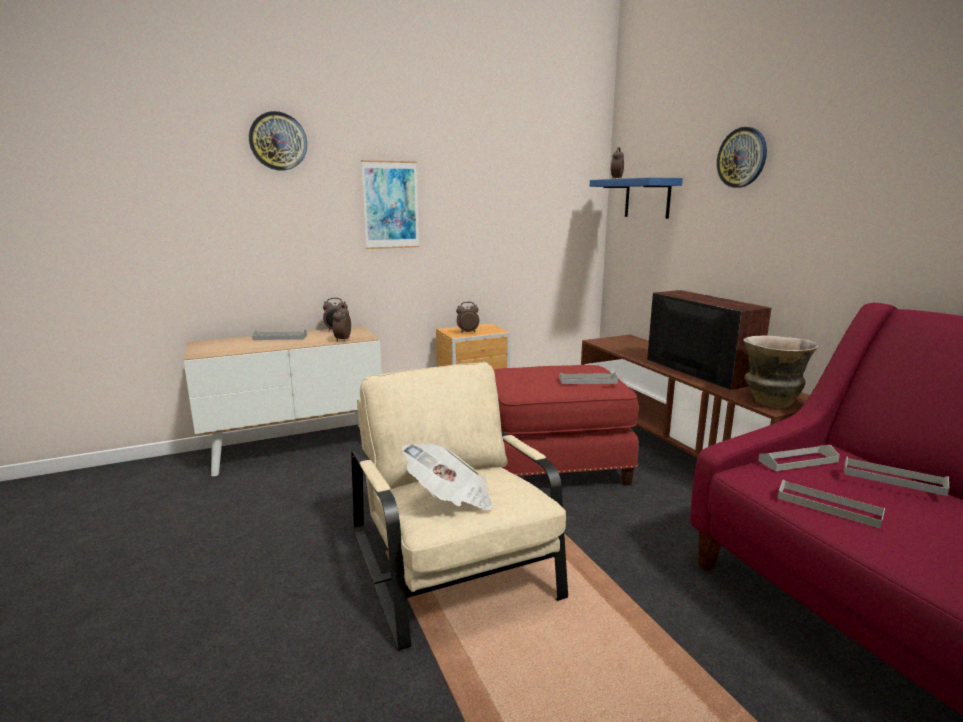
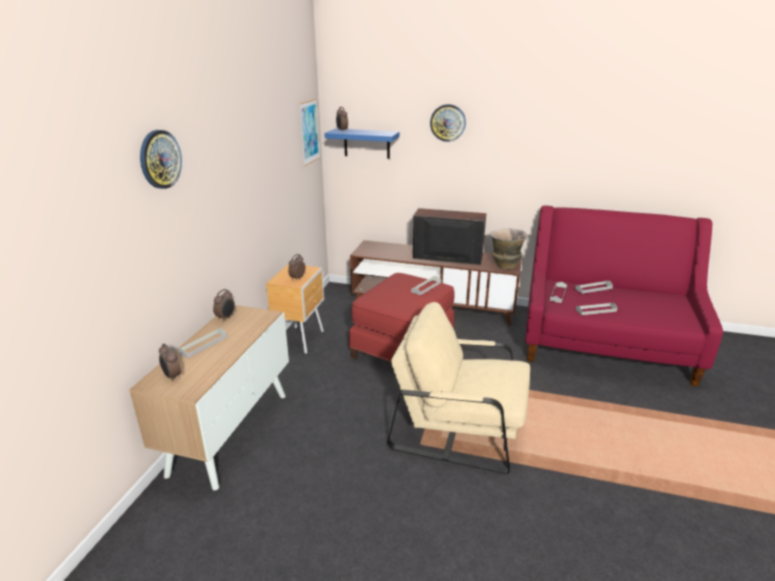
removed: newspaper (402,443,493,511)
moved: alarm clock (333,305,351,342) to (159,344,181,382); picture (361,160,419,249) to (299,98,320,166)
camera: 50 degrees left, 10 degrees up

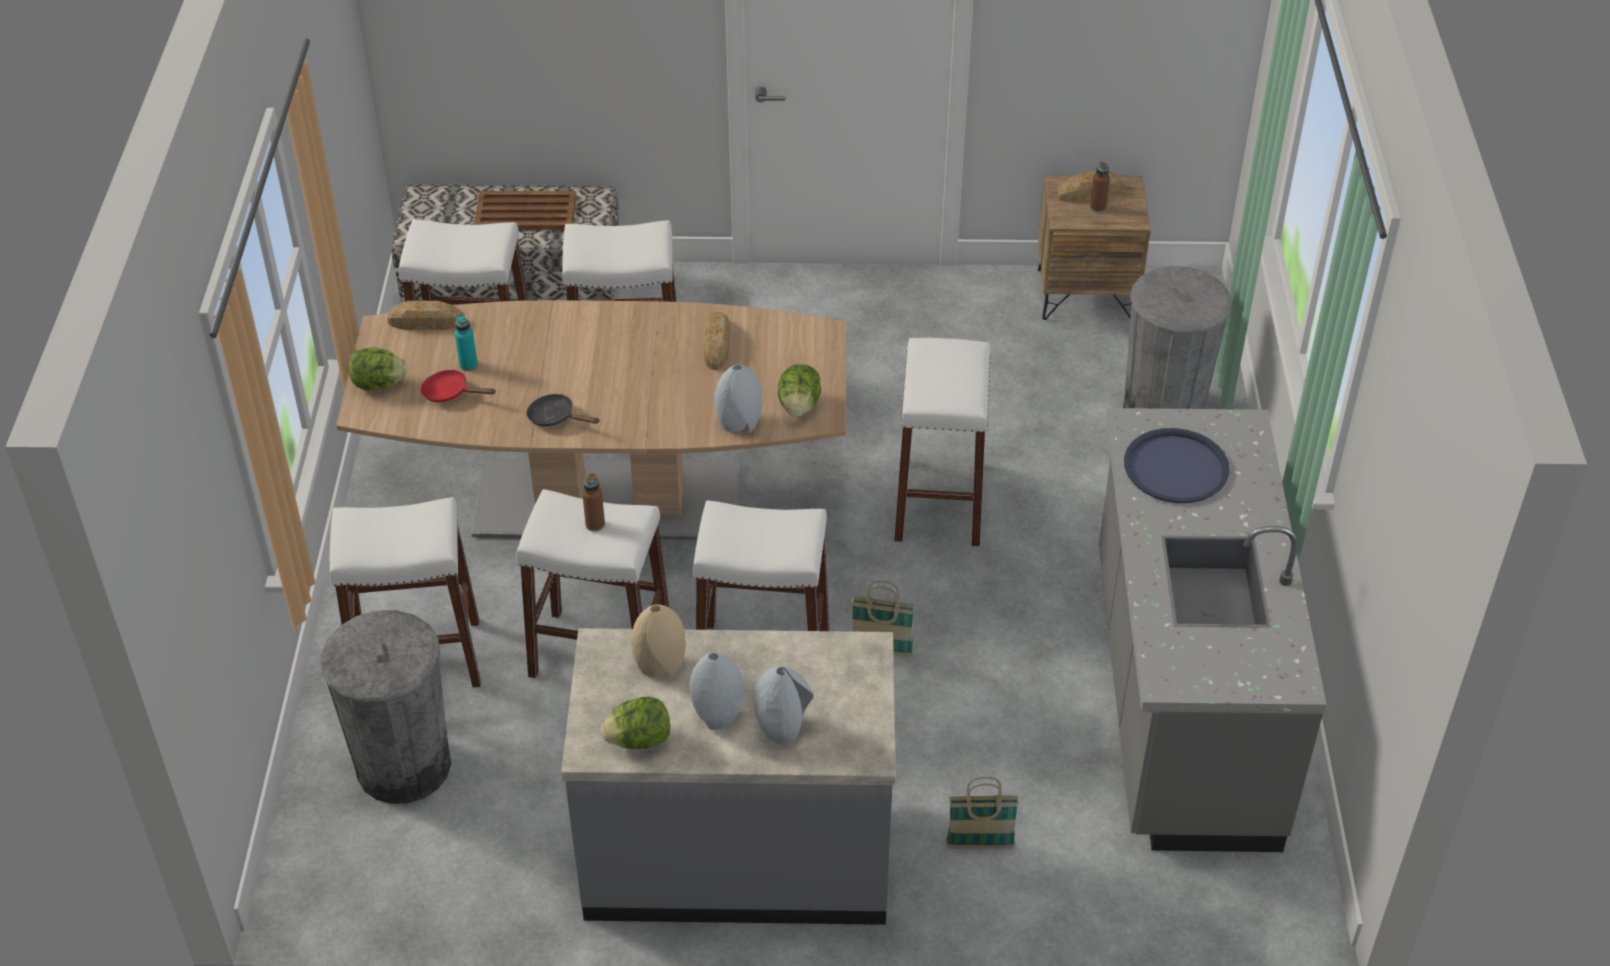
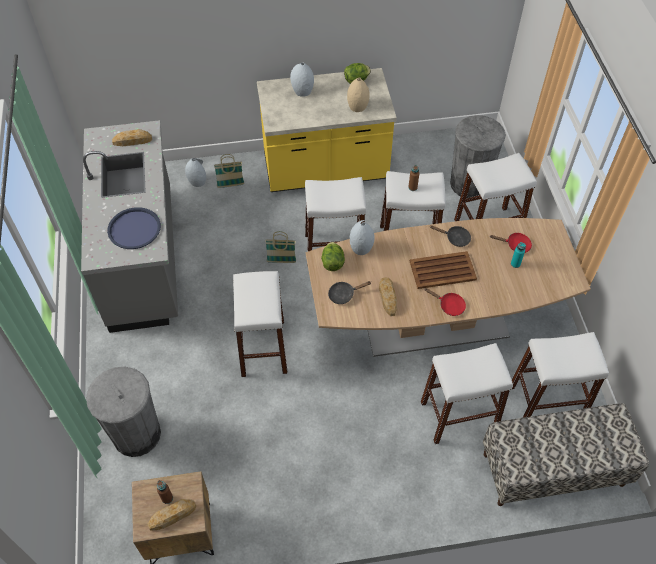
removed: lettuce (349,347,408,390)
added: black frying pan (328,281,372,304); red frying pan (424,288,466,316)
moved: bread (387,301,465,330) to (112,129,152,146); brown tray (474,191,576,230) to (410,251,477,289); grey vase (690,652,744,730) to (185,158,206,187)
recoloured: grey counter (561,628,896,925) to yellow counter (257,68,397,192)
camera: 170 degrees right, 10 degrees up

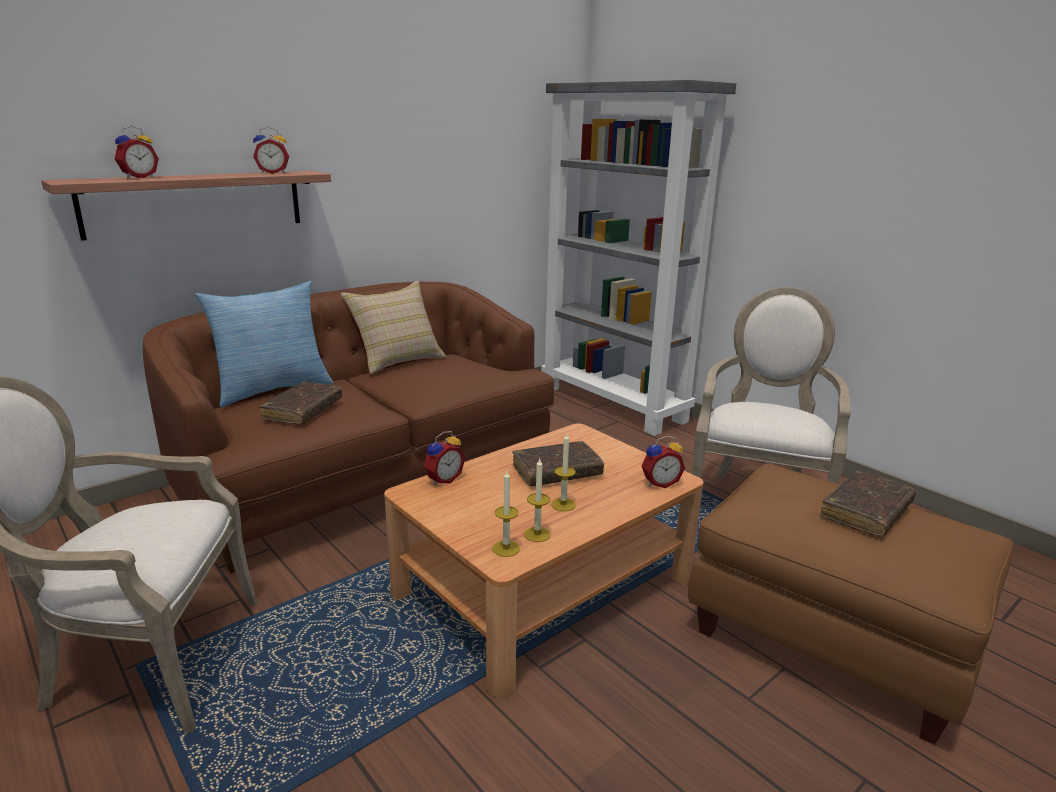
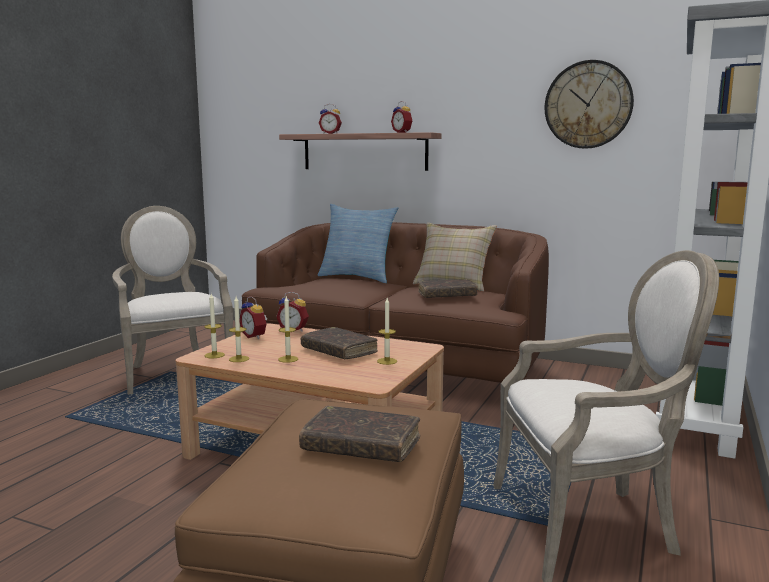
added: candle (377,298,397,365); wall clock (544,60,634,149)
moved: brown book (259,382,342,424) to (418,279,478,298); alarm clock (641,436,685,488) to (239,296,267,339)
camera: 65 degrees right, 10 degrees down

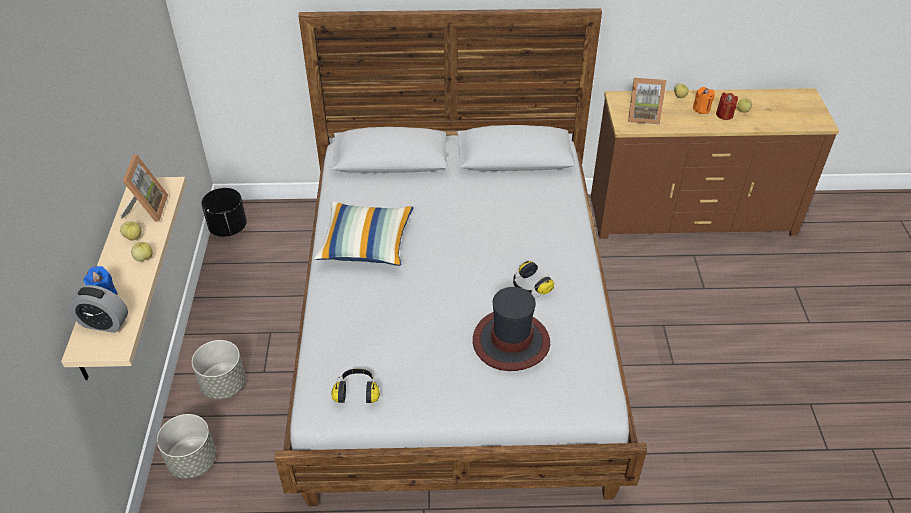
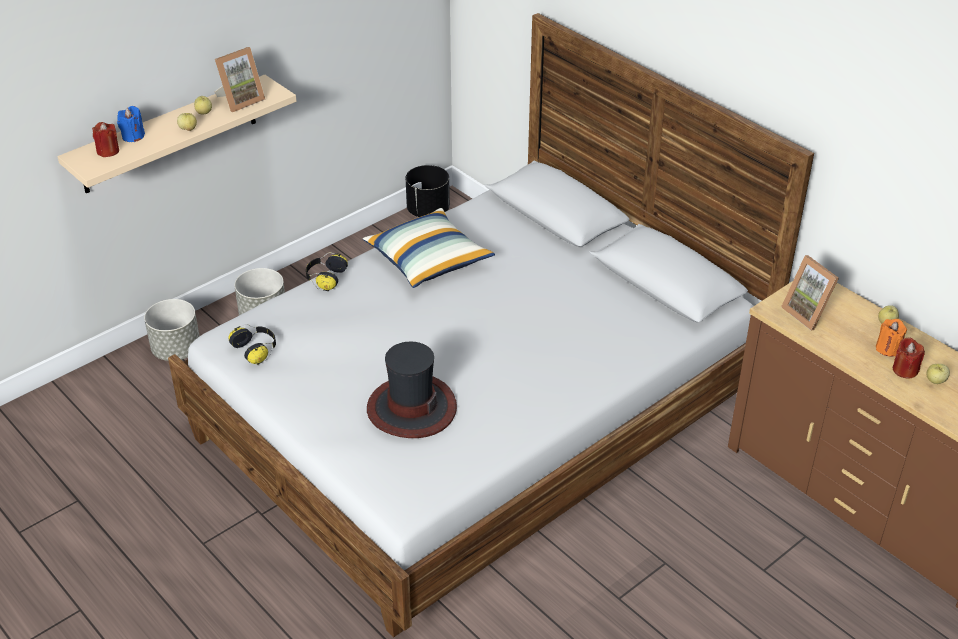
moved: headphones (513,260,554,297) to (306,252,348,291)
replaced: alarm clock (68,285,128,333) to red candle (92,122,119,157)
camera: 50 degrees right, 5 degrees down

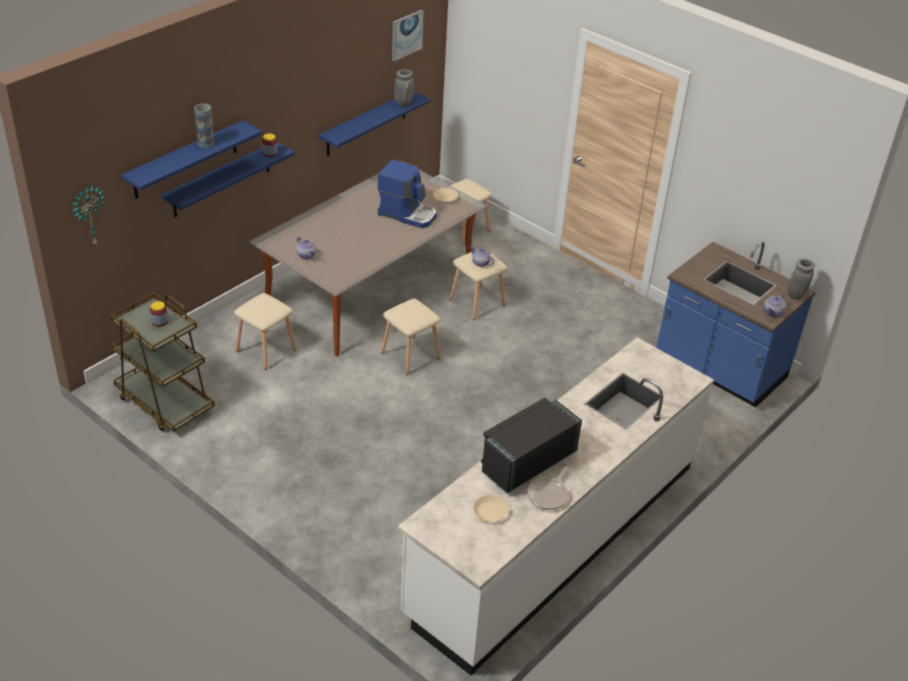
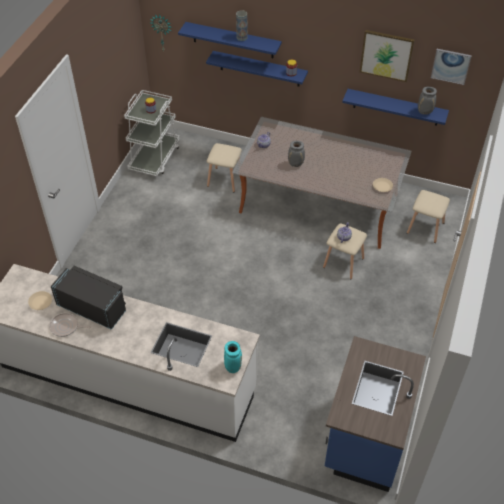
removed: coffee machine (378,159,437,228); beige stool (381,299,441,375); teapot (764,294,785,317)
added: turquoise vase (224,341,242,373); picture (360,30,415,82)
moved: grey vase (788,258,815,299) to (288,141,305,167)
recoloured: brown cart (110,292,215,431) to white cart (124,90,180,176)
camera: 70 degrees right, 10 degrees up

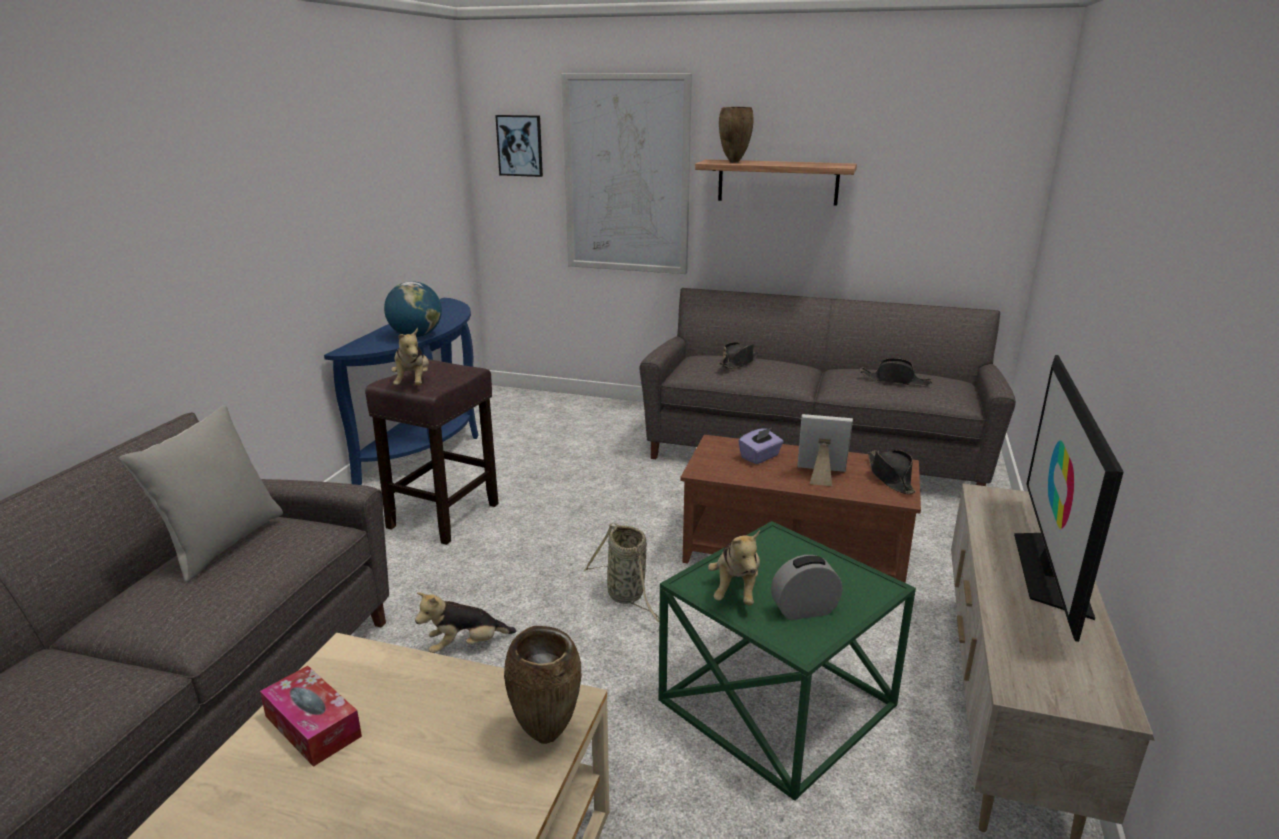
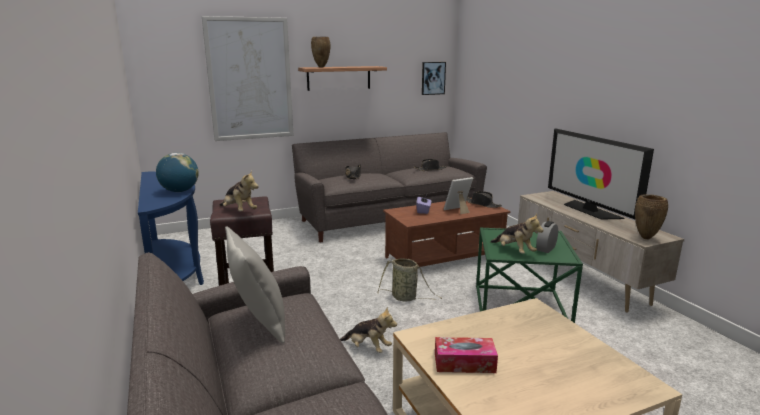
moved: picture (495,115,543,177) to (422,62,446,95); brown vase (504,626,582,744) to (635,194,668,239)
turned: plush toy (415,592,516,653) = (340,307,397,353) 90 degrees counterclockwise
camera: 40 degrees left, 5 degrees down

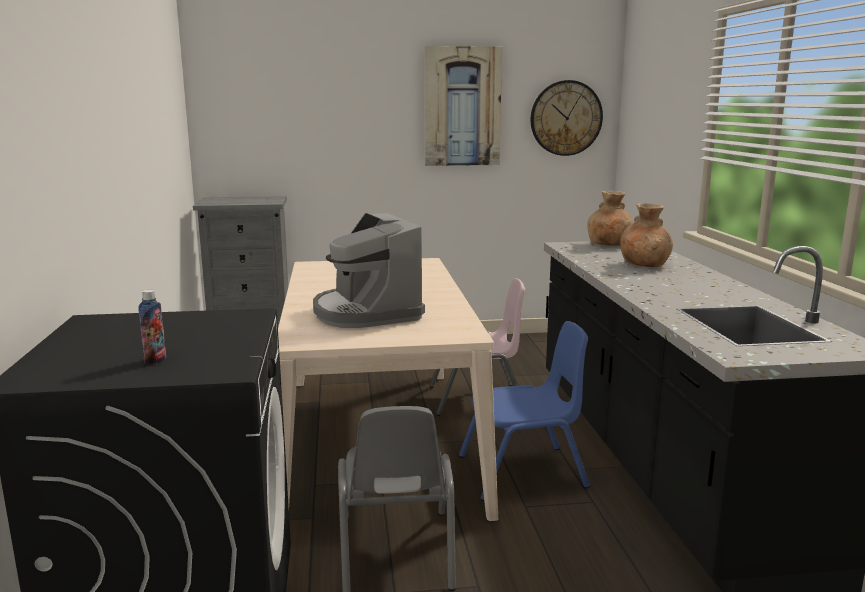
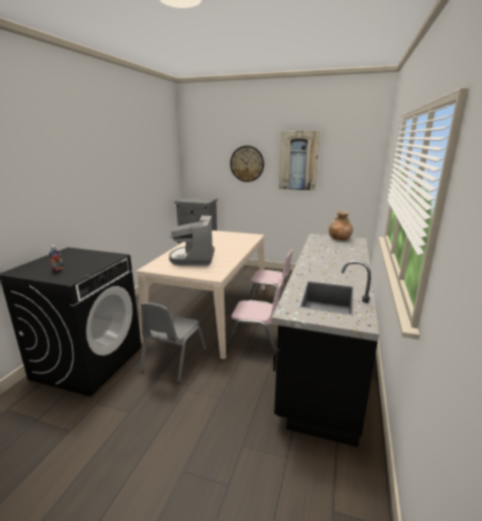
removed: brown vase (620,203,673,267)
moved: wall clock (531,80,603,156) to (230,146,264,182)
recoloured: blue chair (459,321,590,501) to pink chair (226,276,283,356)
camera: 25 degrees right, 5 degrees up

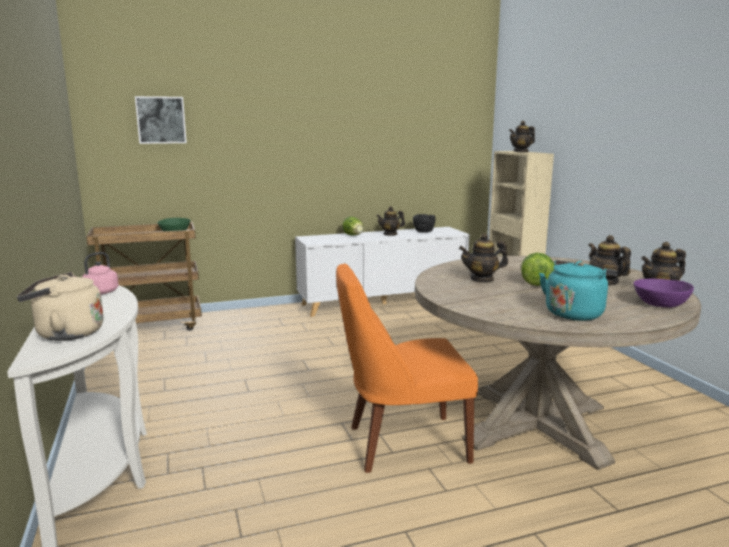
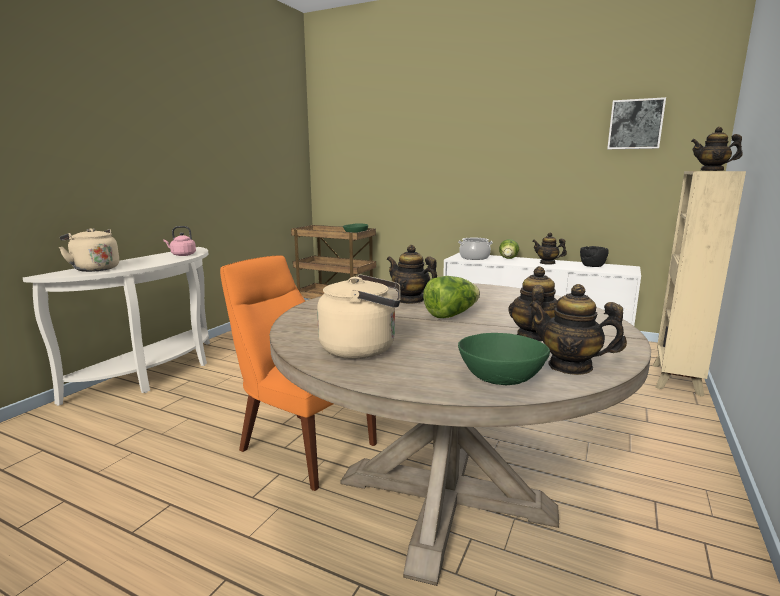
added: cooking pot (458,238,493,260)
moved: picture (135,96,187,144) to (607,97,666,149)
recoloured: turquoise kettle (539,260,618,321) to beige kettle (317,274,401,359); purple bowl (633,279,694,308) to green bowl (458,333,550,385)
camera: 45 degrees right, 0 degrees up

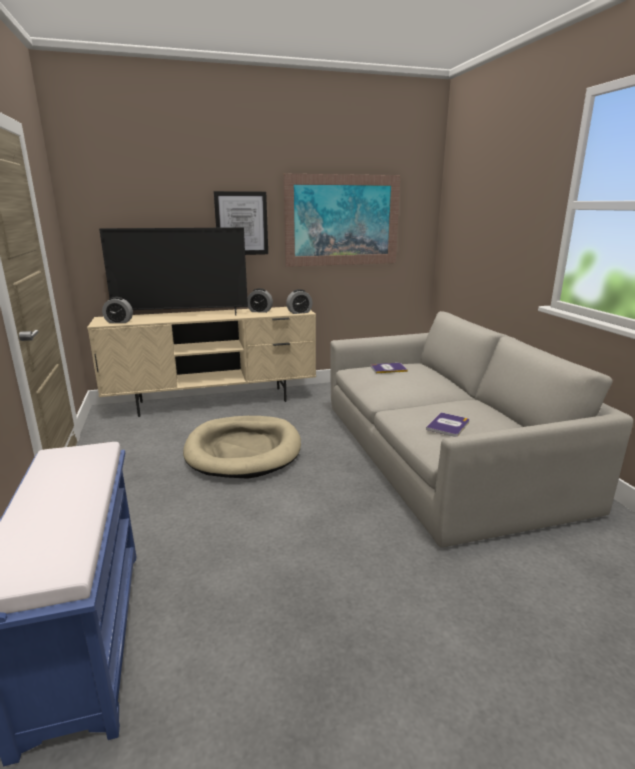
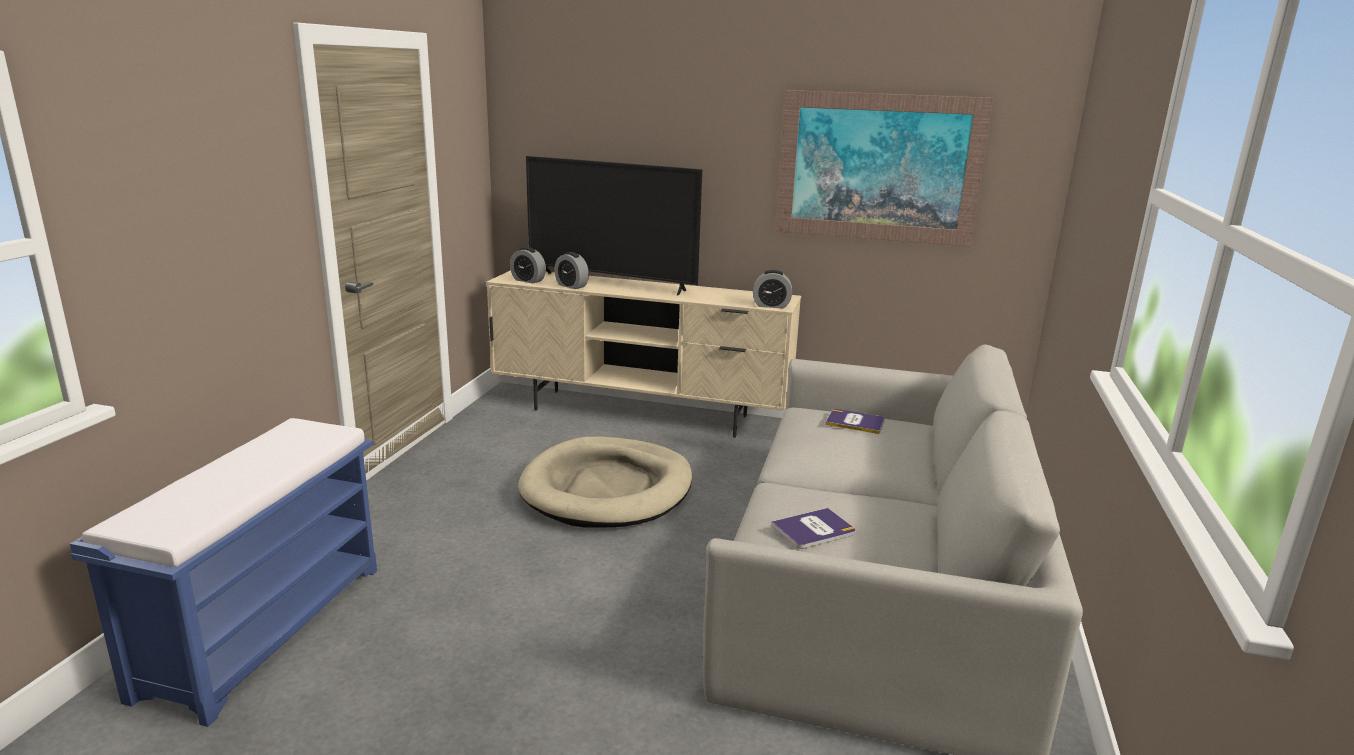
removed: picture (214,191,268,255)
moved: alarm clock (247,288,273,313) to (554,252,589,289)
camera: 30 degrees right, 0 degrees up

